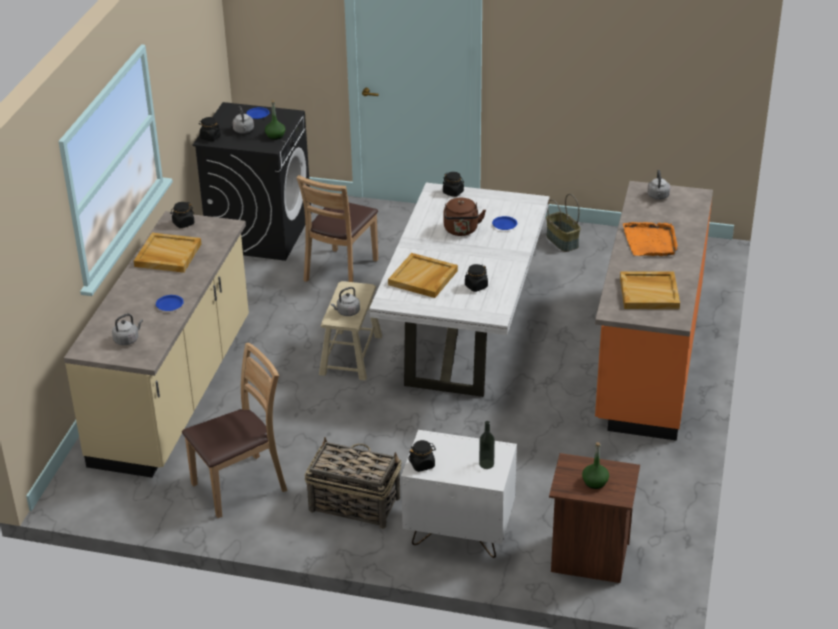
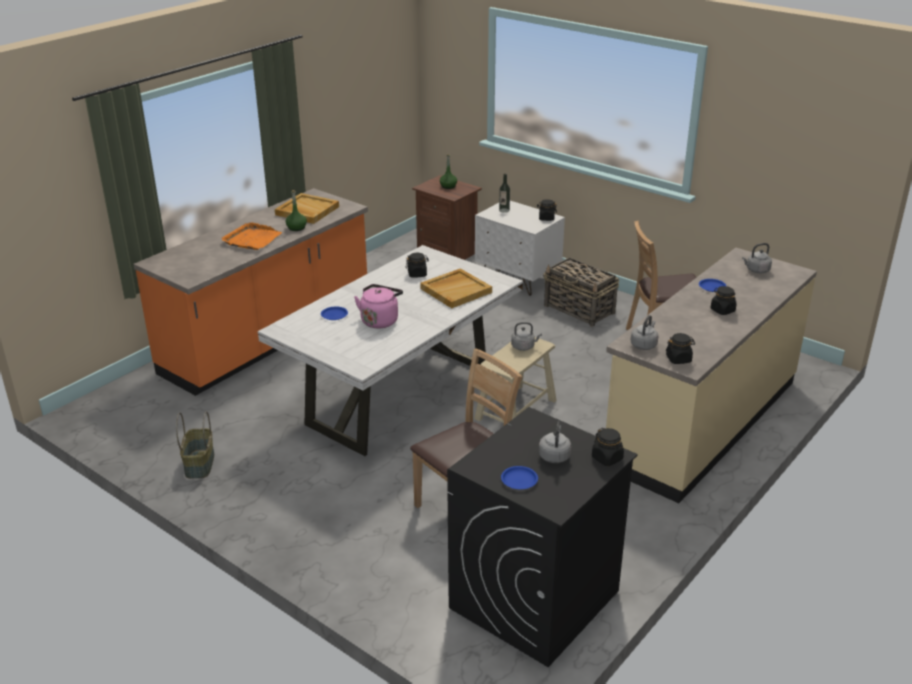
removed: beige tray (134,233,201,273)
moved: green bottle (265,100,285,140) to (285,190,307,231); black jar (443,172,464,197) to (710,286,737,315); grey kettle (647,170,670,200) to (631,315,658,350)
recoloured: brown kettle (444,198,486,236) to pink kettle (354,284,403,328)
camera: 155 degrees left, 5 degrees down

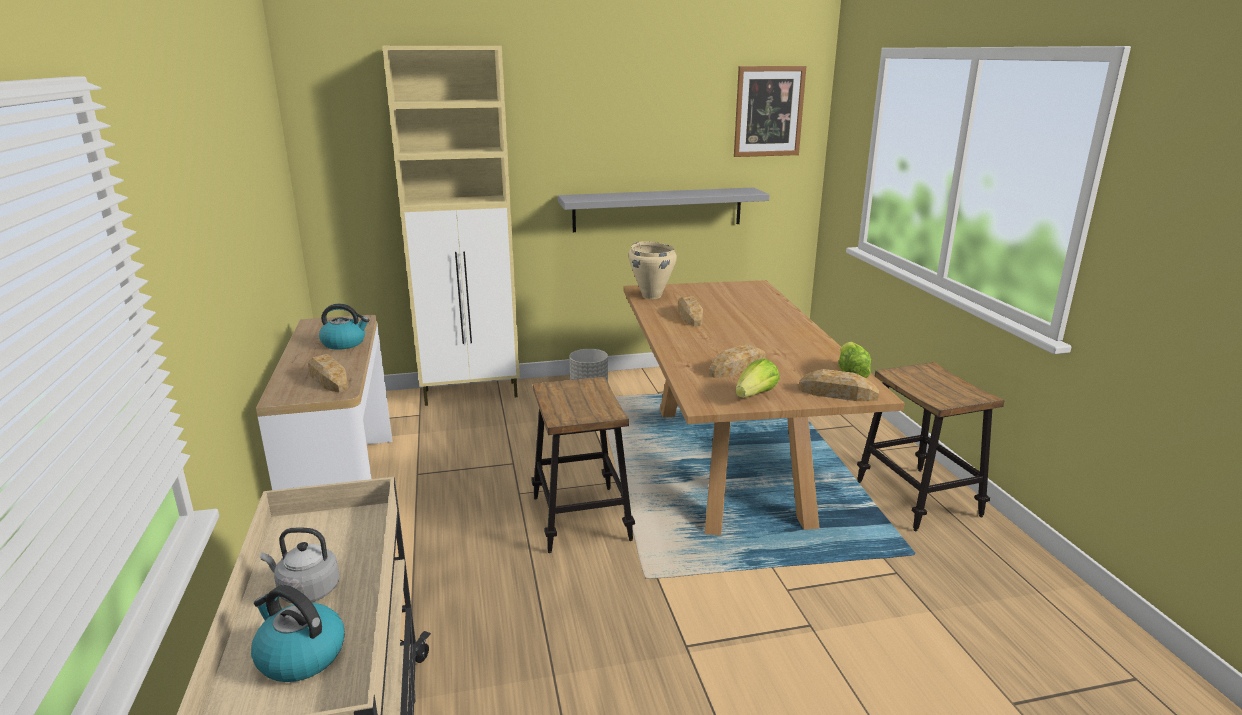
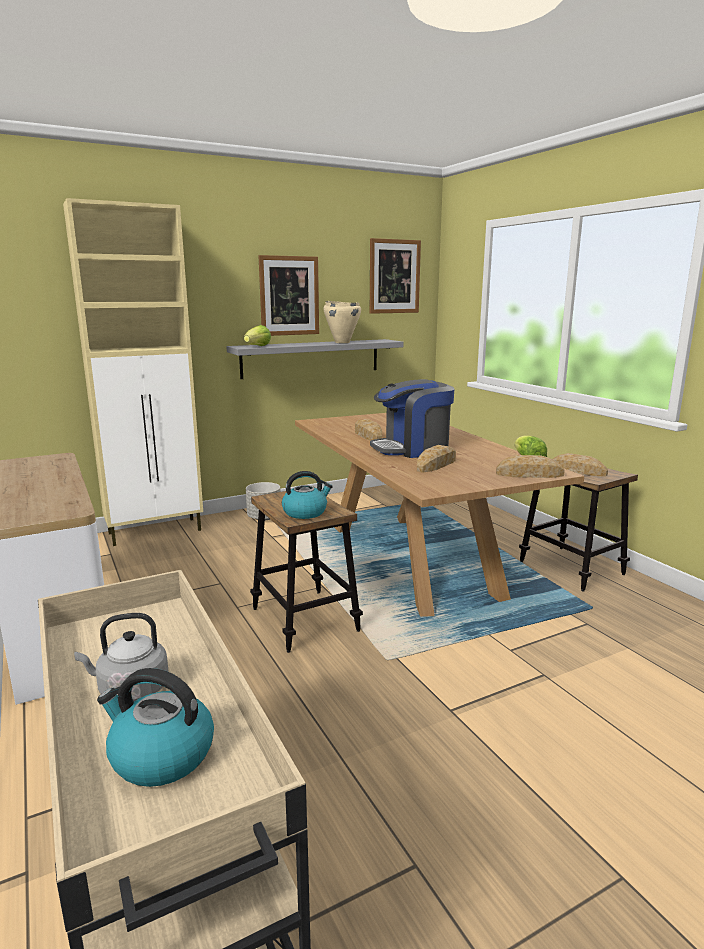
added: picture (258,255,319,336); coffee machine (370,379,455,458)
moved: bread (308,354,348,393) to (552,453,608,476); kettle (319,304,369,350) to (282,471,333,519); beige cooking pot (628,241,677,299) to (324,301,361,343); lettuce (735,359,780,398) to (244,325,271,346)
camera: 15 degrees left, 5 degrees down

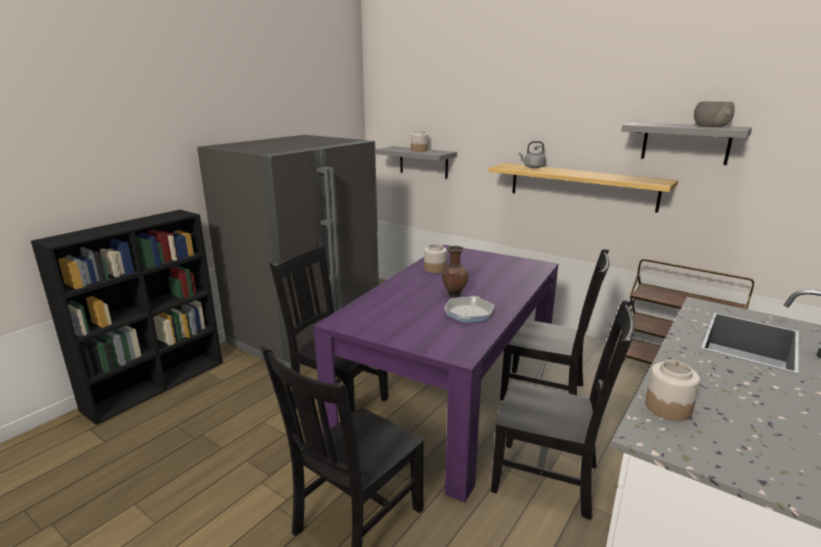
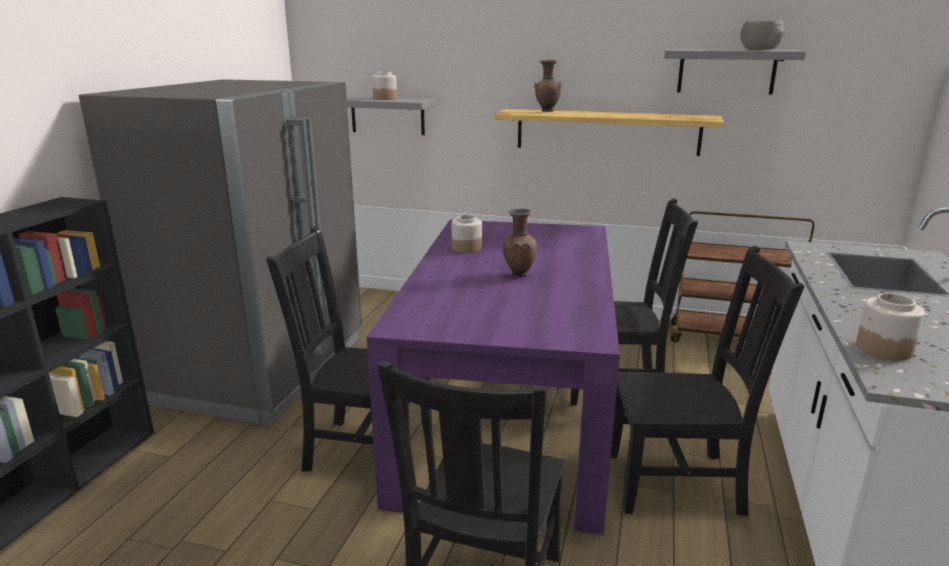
removed: frying pan (444,296,494,323)
replaced: grey kettle (519,141,546,168) to brown vase (535,60,561,112)
camera: 20 degrees left, 0 degrees up

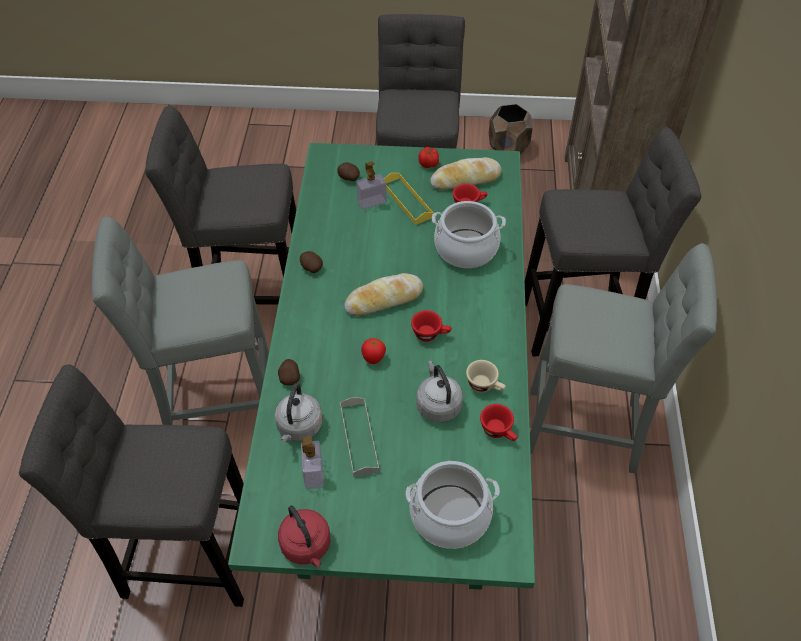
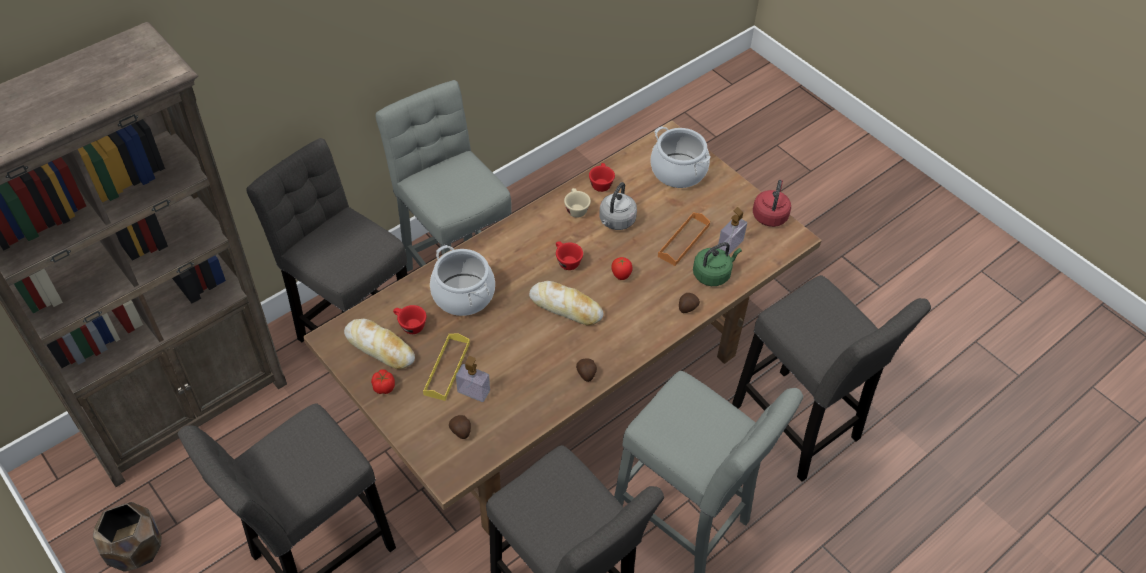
recoloured: green dining table (228,143,535,590) to brown dining table (303,121,822,535); grey kettle (275,383,323,442) to green kettle (693,242,742,286); grey tray (340,397,379,477) to orange tray (658,212,710,266)
camera: 135 degrees left, 0 degrees up

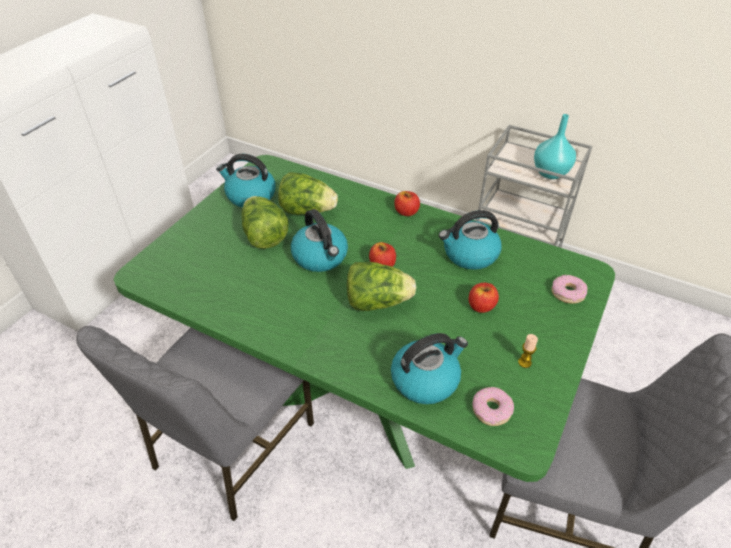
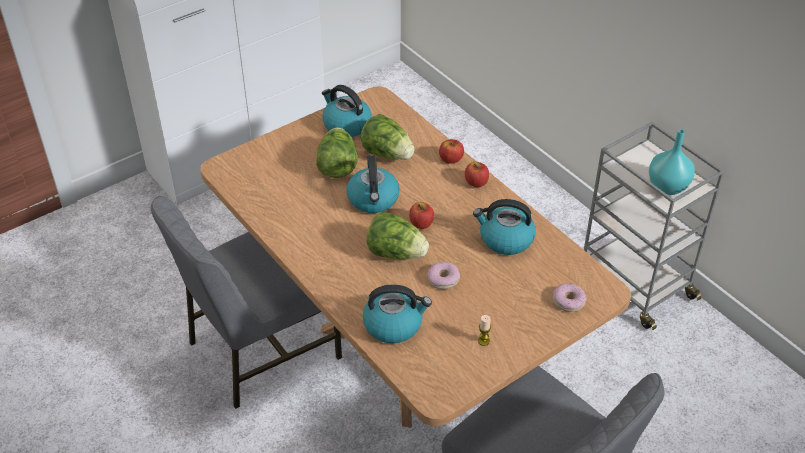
moved: apple (469,283,499,313) to (439,139,464,164); donut (472,387,514,426) to (427,262,460,289)
recoloured: green dining table (113,155,615,482) to brown dining table (200,86,631,428)
camera: 25 degrees right, 0 degrees up

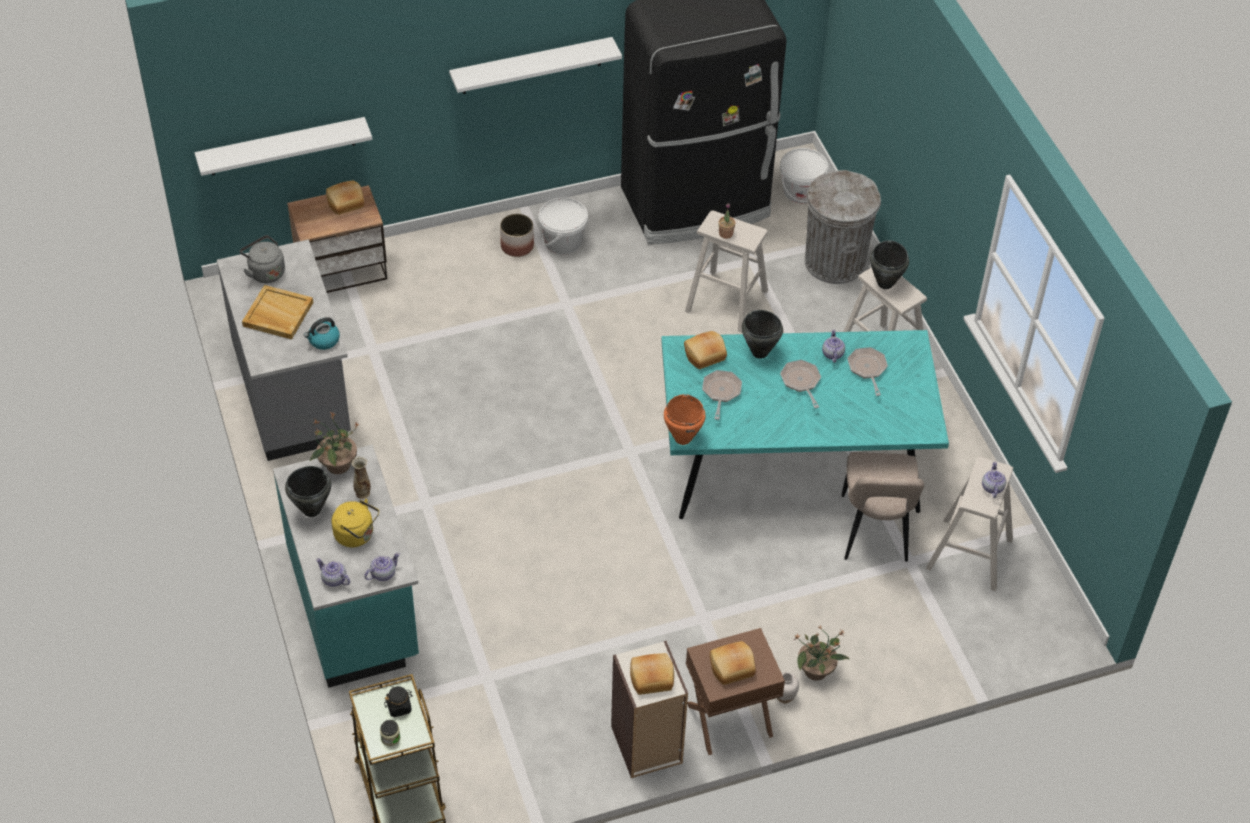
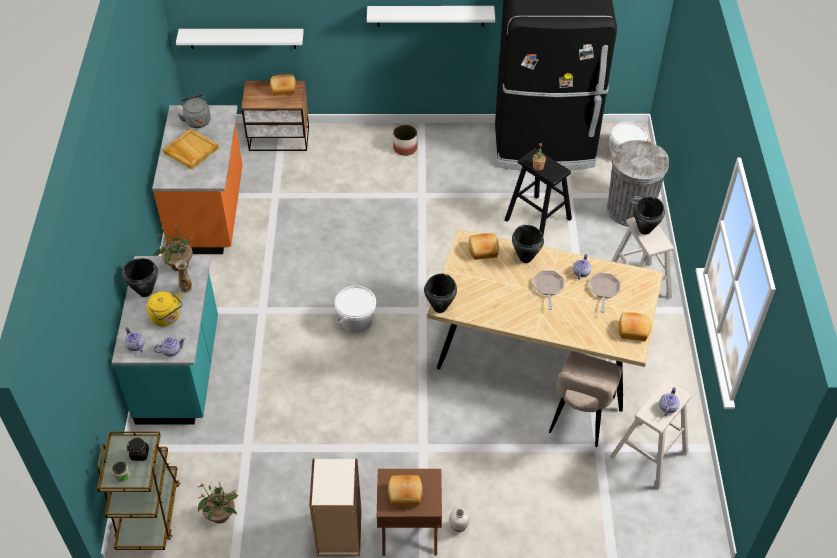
removed: kettle (304,317,340,350); frying pan (702,370,742,420)
moved: white bucket (538,197,588,254) to (335,286,376,333); bread (630,653,674,695) to (619,312,651,341); potted plant (794,626,850,681) to (198,481,238,523)
recoloured: grey counter (217,240,351,461) to orange counter (152,105,243,254); turquoise dining table (661,330,949,519) to beige dining table (427,229,663,412); orange cooking pot (664,394,706,445) to black cooking pot (424,274,457,313); beige stool (685,210,768,333) to black stool (505,148,572,235)
camera: 20 degrees right, 0 degrees up

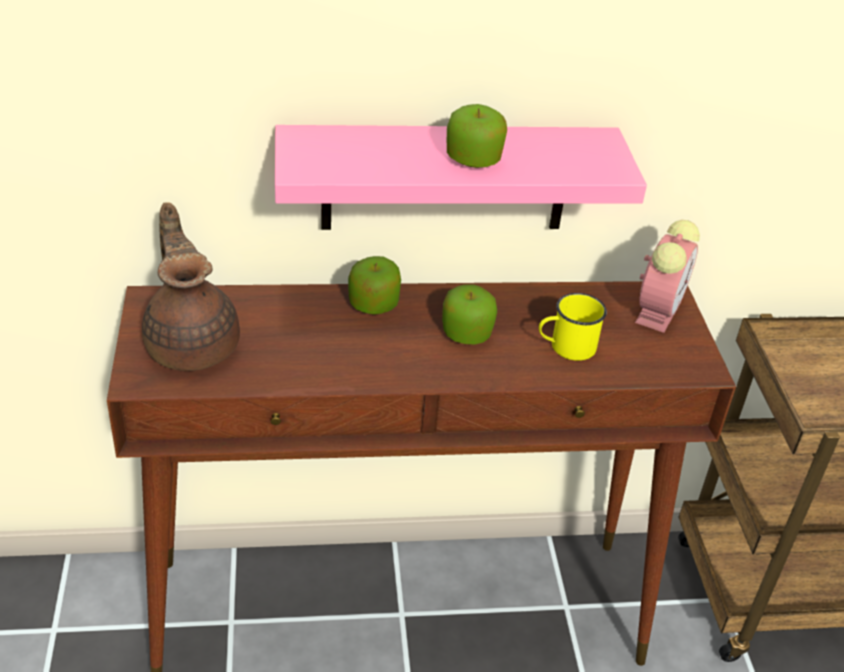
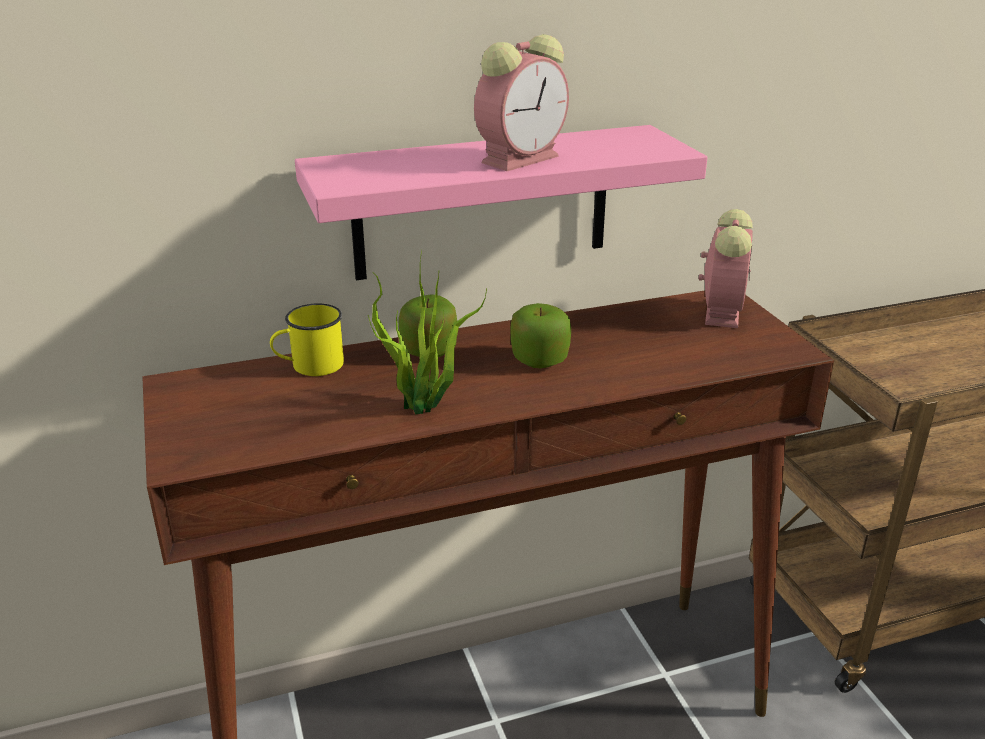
removed: brown teapot (142,202,240,371)
added: potted plant (368,250,487,414)
moved: yellow mug (539,293,607,361) to (270,303,344,376)
replaced: apple (447,104,507,168) to alarm clock (474,34,569,171)
camera: 10 degrees left, 10 degrees down

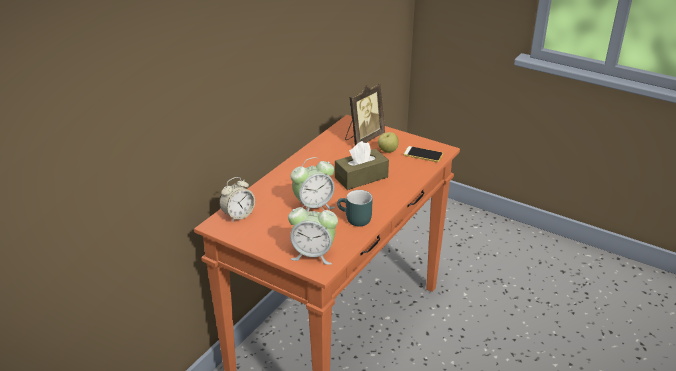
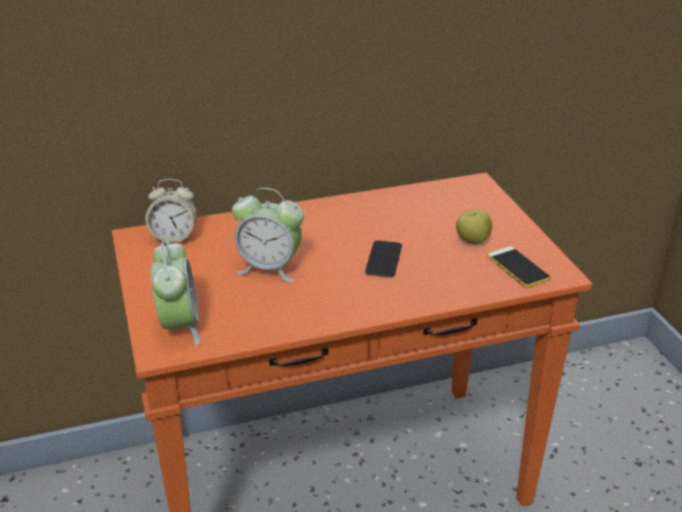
removed: turquoise mug (337,190,373,226); picture frame (345,84,385,145)
replaced: brown tissue box (335,141,389,190) to phone (365,240,402,277)
turned: alarm clock (288,203,338,265) = (151,241,200,346) 150 degrees counterclockwise
camera: 40 degrees right, 0 degrees up

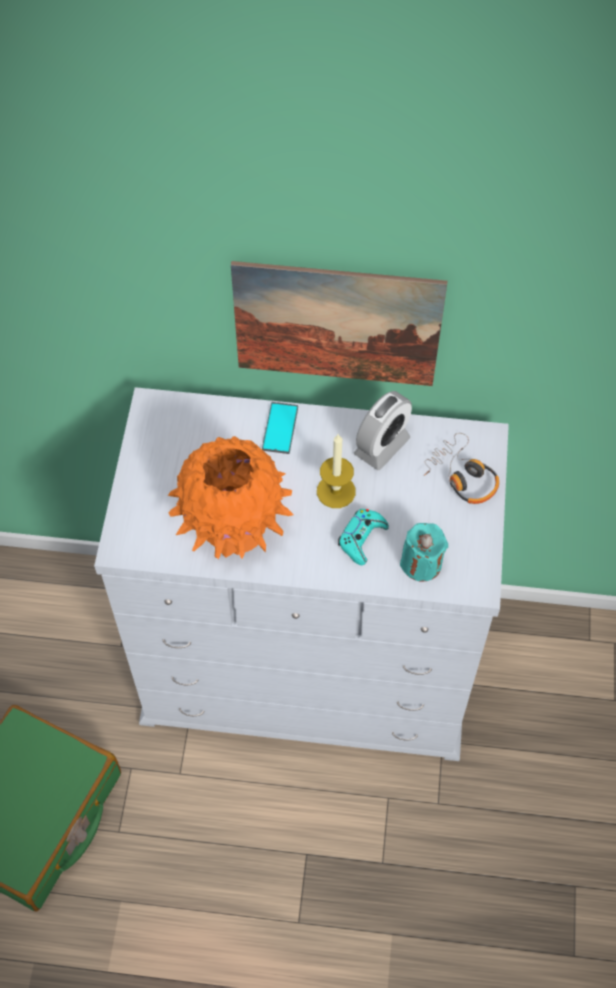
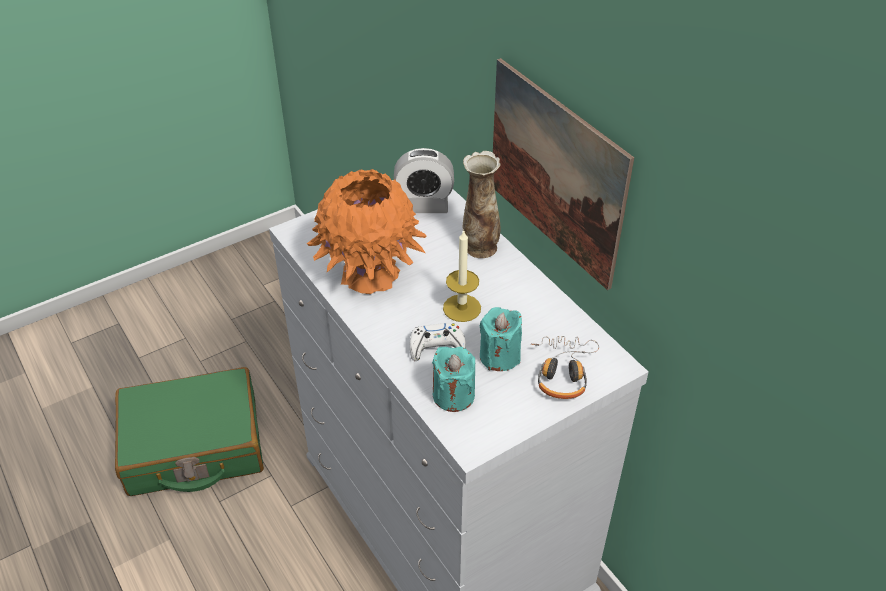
added: turquoise candle (480,307,522,371)
moved: alarm clock (354,391,412,470) to (394,148,454,213)
replaced: phone (262,402,298,454) to vase (463,151,501,258)
recoloured: turquoise game controller (338,509,389,565) to white game controller (410,323,466,361)
camera: 50 degrees right, 15 degrees down

